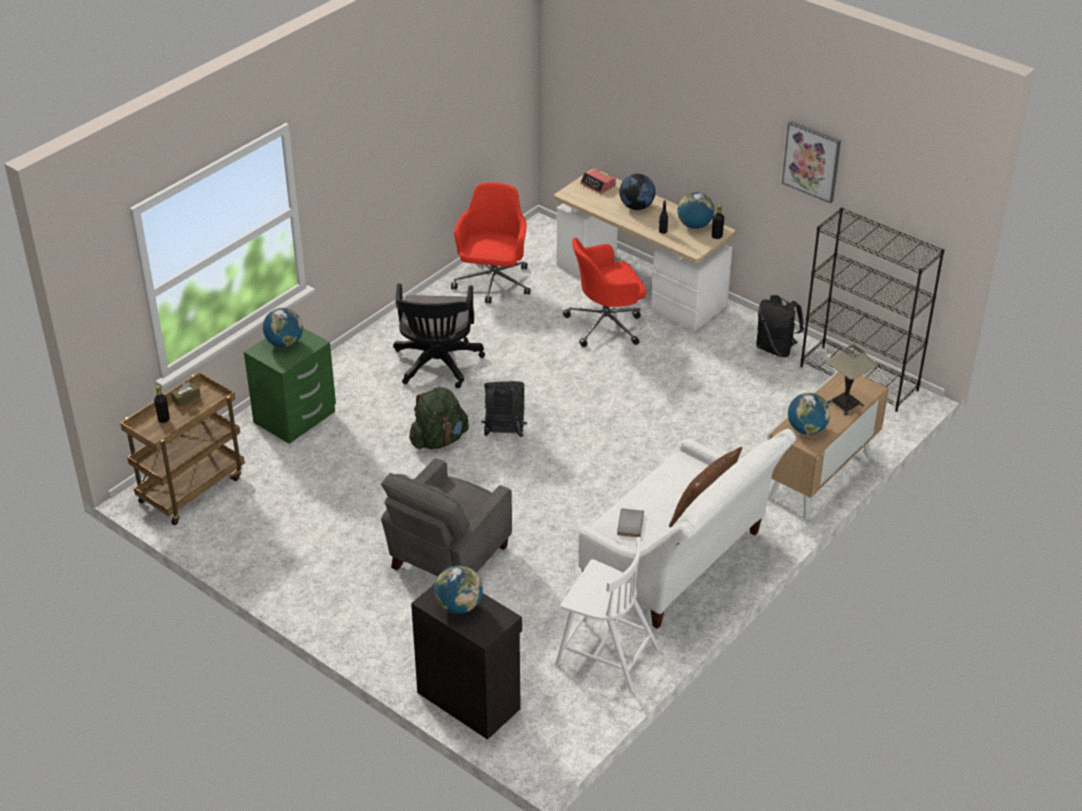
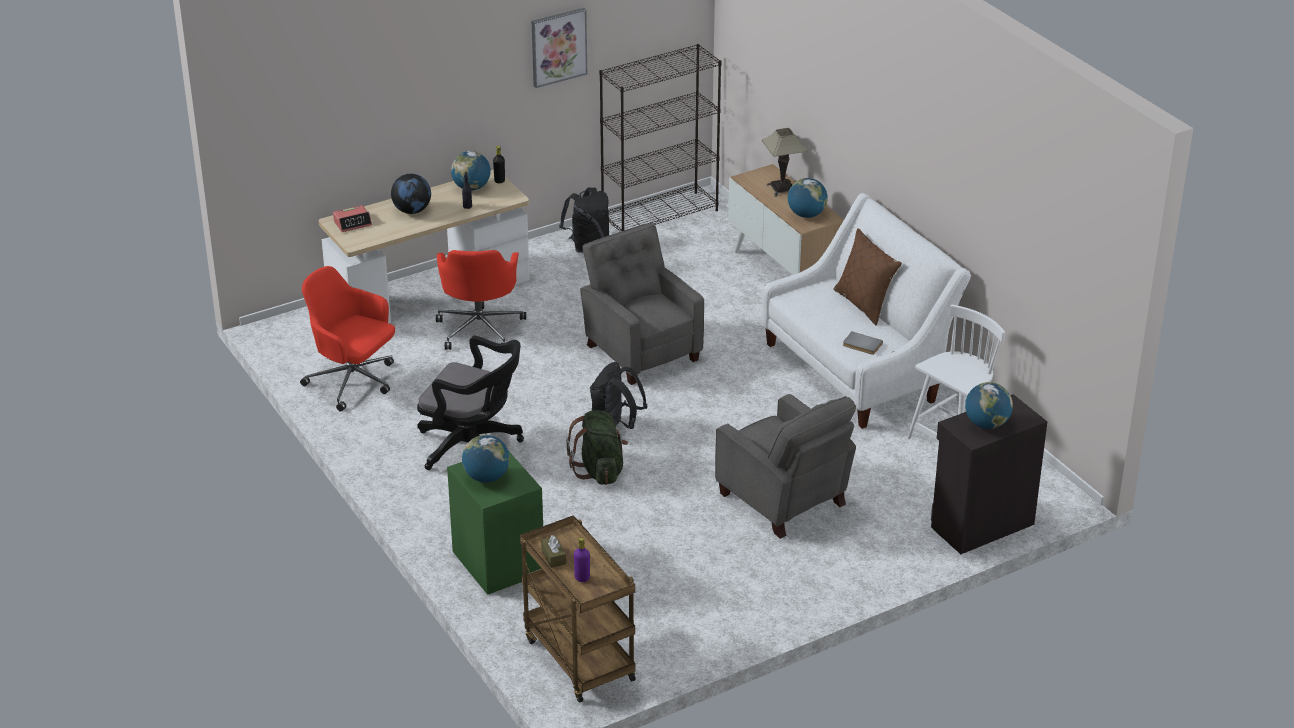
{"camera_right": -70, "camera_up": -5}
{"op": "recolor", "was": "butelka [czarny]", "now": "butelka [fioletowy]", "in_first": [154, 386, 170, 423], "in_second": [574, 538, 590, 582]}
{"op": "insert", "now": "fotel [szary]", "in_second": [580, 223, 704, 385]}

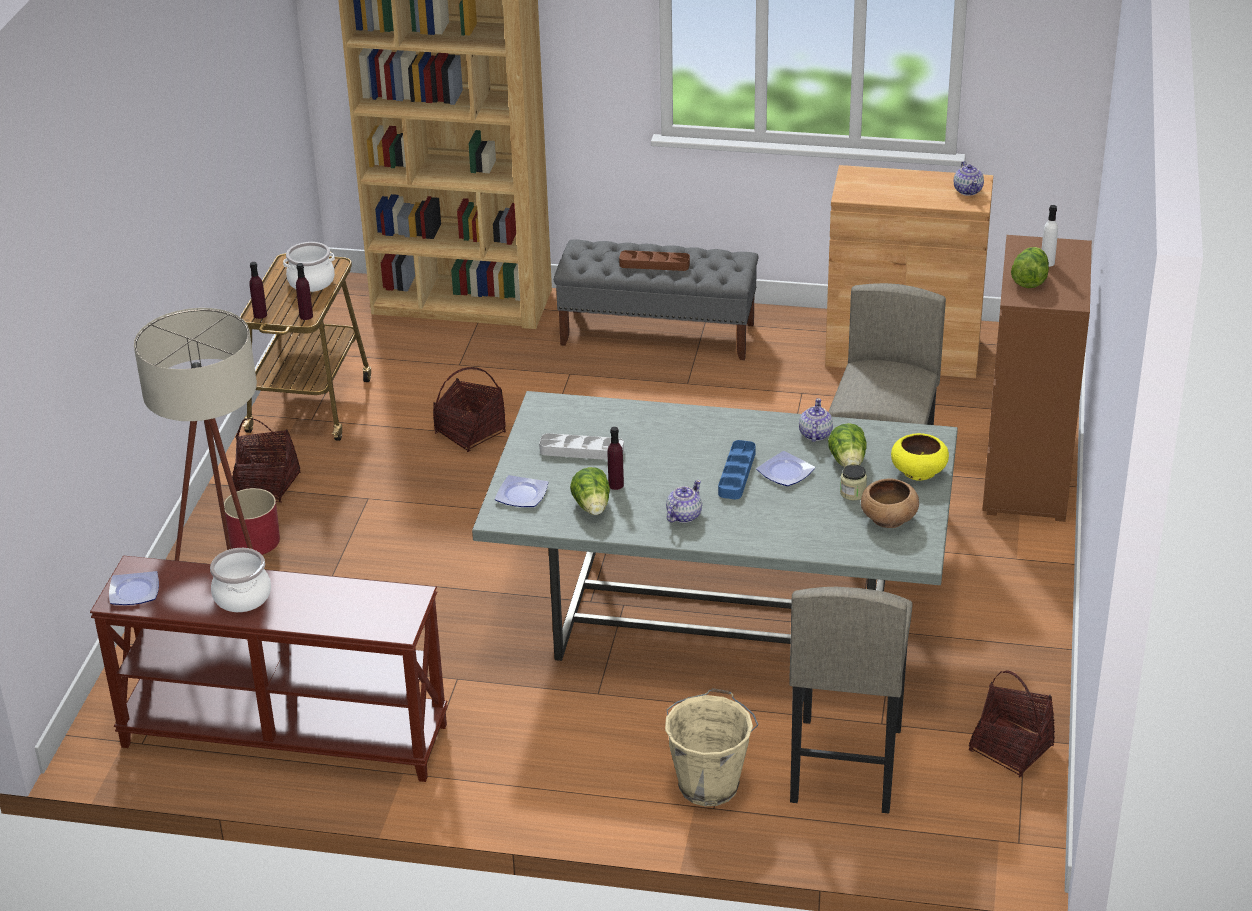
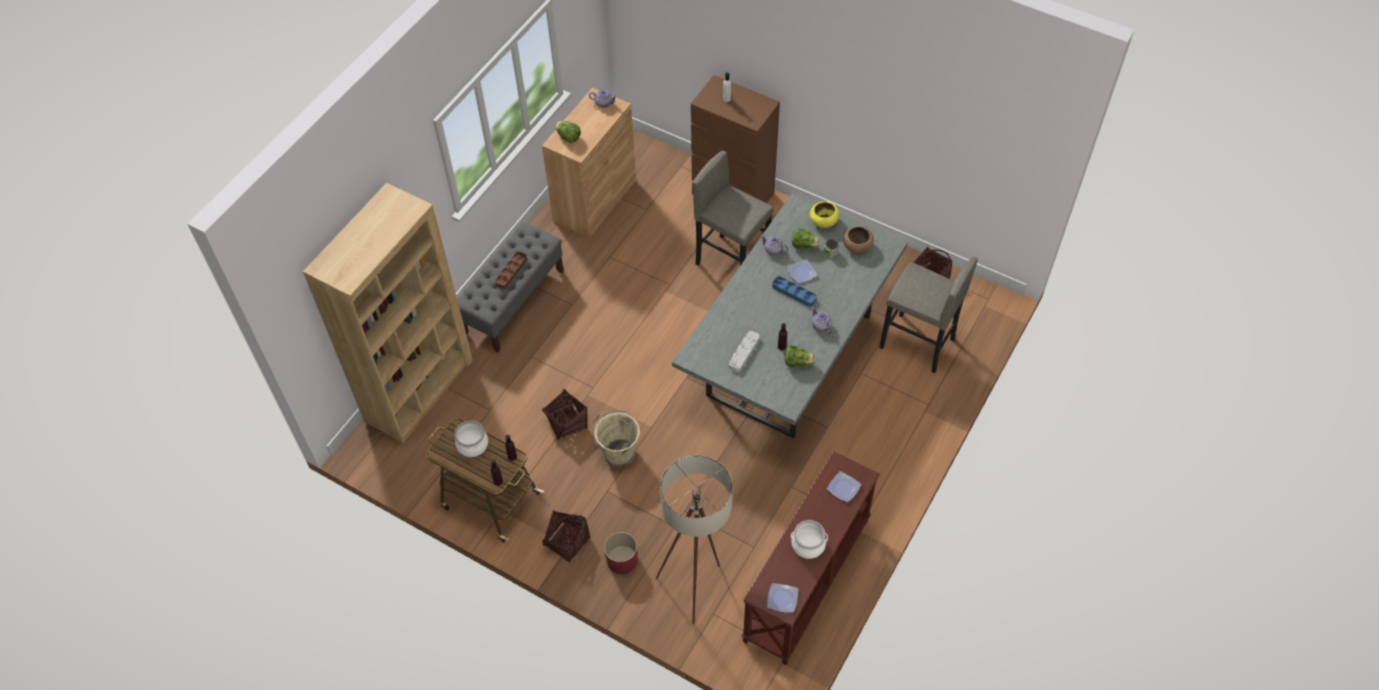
{"camera_right": -70, "camera_up": 20}
{"op": "move", "was": "sałata", "in_first": [1011, 247, 1049, 288], "in_second": [555, 121, 581, 143]}
{"op": "move", "was": "talerz", "in_first": [495, 475, 548, 507], "in_second": [827, 471, 861, 502]}
{"op": "move", "was": "wiadro [beżowy]", "in_first": [665, 688, 759, 806], "in_second": [592, 411, 640, 467]}

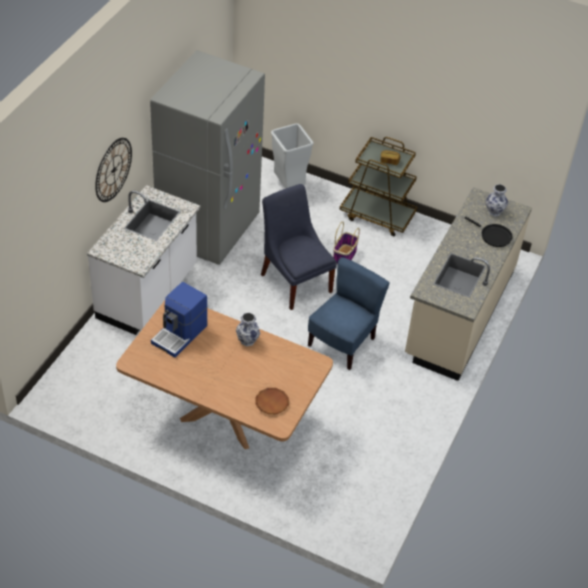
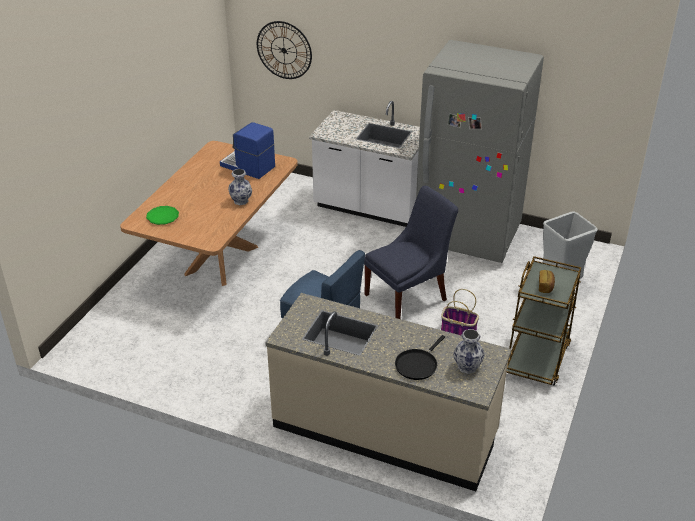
{"camera_right": 90, "camera_up": -10}
{"op": "move", "was": "zegar ścienny", "in_first": [95, 138, 132, 202], "in_second": [257, 21, 312, 79]}
{"op": "recolor", "was": "talerz [brązowy]", "now": "talerz [zielony]", "in_first": [256, 388, 289, 414], "in_second": [146, 206, 179, 225]}

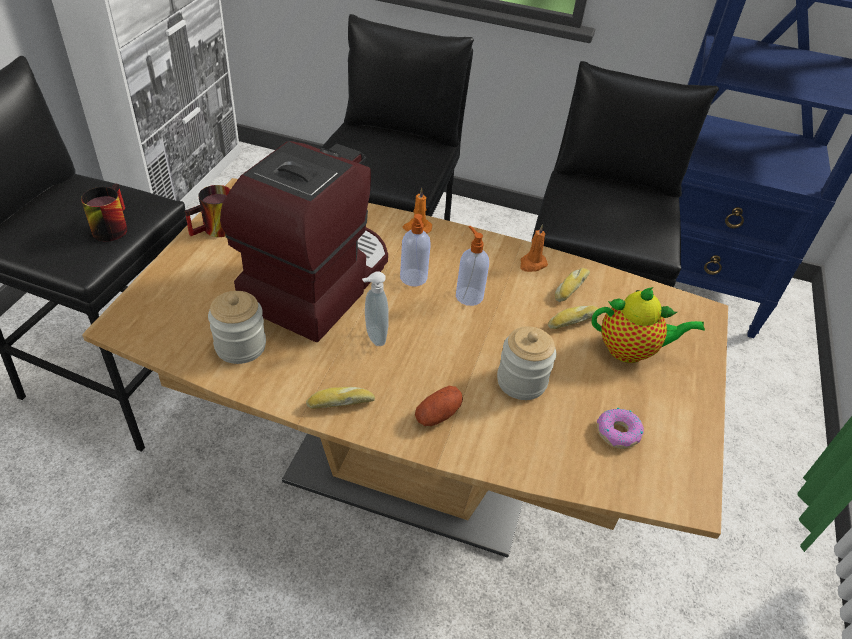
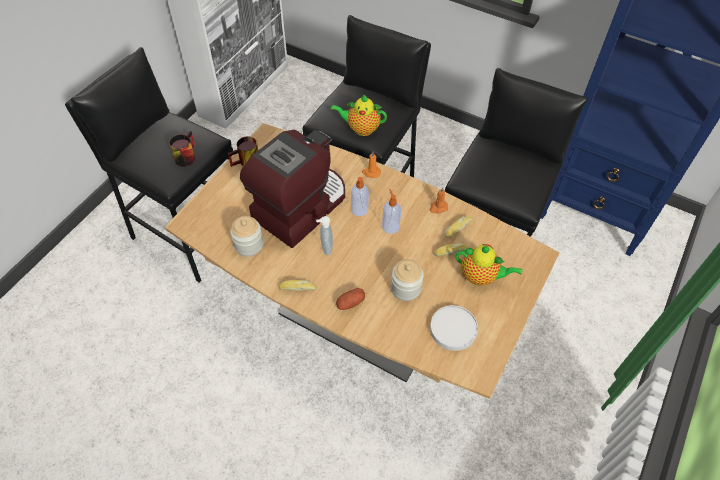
{"camera_right": 15, "camera_up": 10}
{"op": "replace", "was": "donut", "now": "talerz [biały]", "in_first": [597, 408, 644, 449], "in_second": [430, 305, 478, 351]}
{"op": "insert", "now": "imbryk", "in_second": [331, 95, 387, 136]}

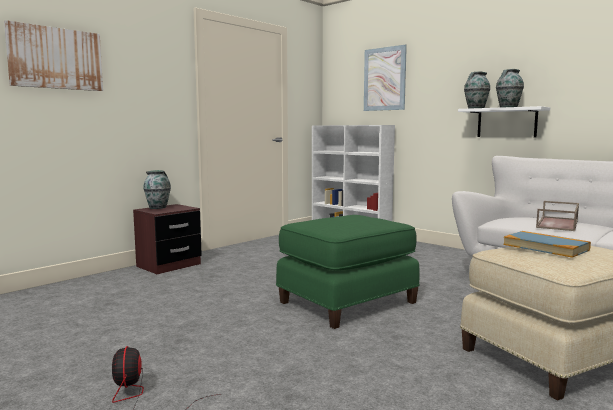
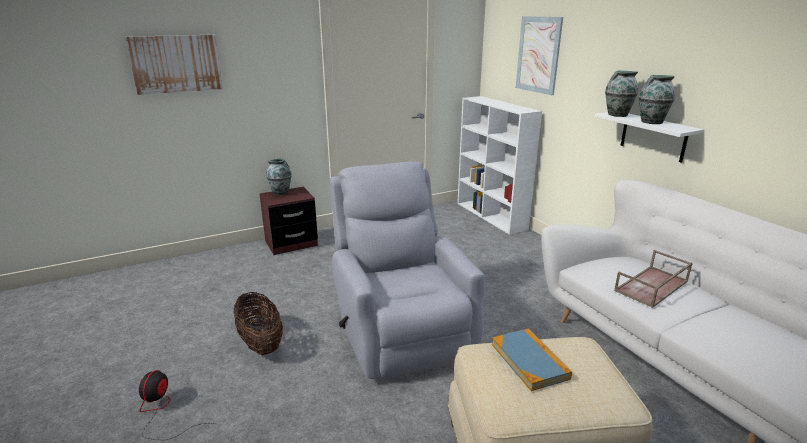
{"camera_right": 20, "camera_up": 15}
{"op": "replace", "was": "pufa [zielony]", "now": "fotel [szary]", "in_first": [276, 215, 420, 329], "in_second": [330, 161, 485, 379]}
{"op": "insert", "now": "koszyk", "in_second": [233, 292, 283, 355]}

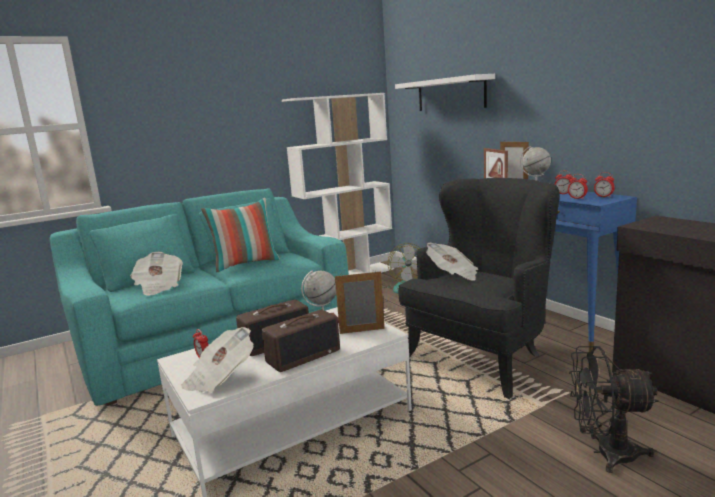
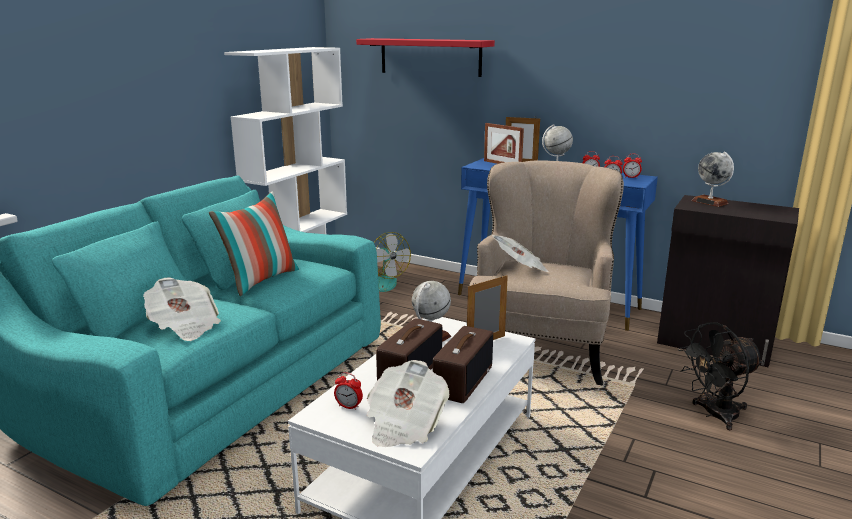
{"camera_right": -30, "camera_up": 5}
{"op": "recolor", "was": "półka [biały]", "now": "półka [czerwony]", "in_first": [395, 74, 495, 111], "in_second": [356, 38, 495, 77]}
{"op": "recolor", "was": "fotel [czarny]", "now": "fotel [beżowy]", "in_first": [398, 178, 560, 399], "in_second": [469, 160, 624, 386]}
{"op": "insert", "now": "globus", "in_second": [692, 152, 734, 207]}

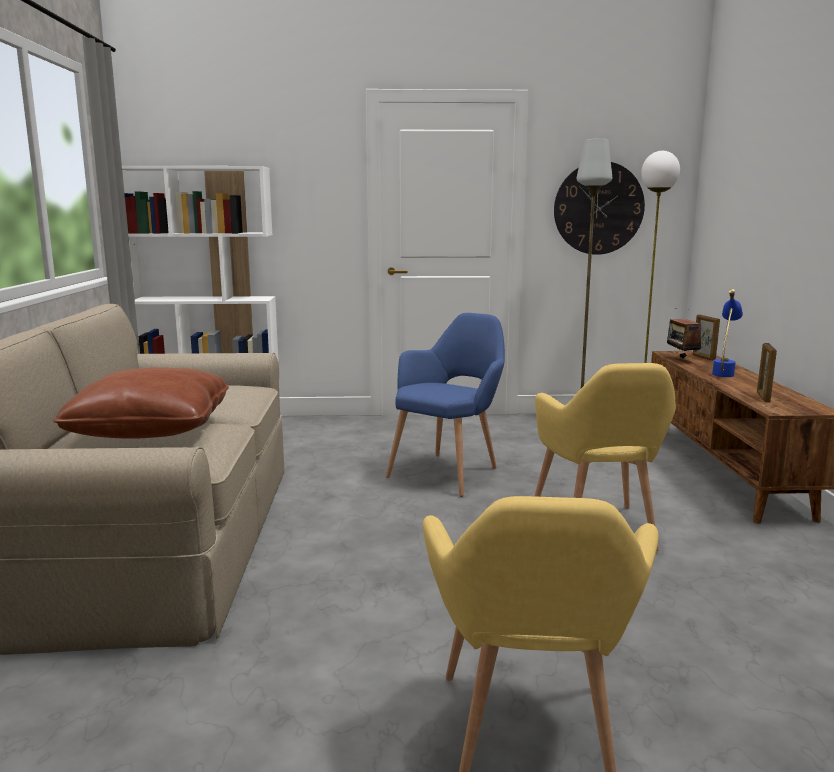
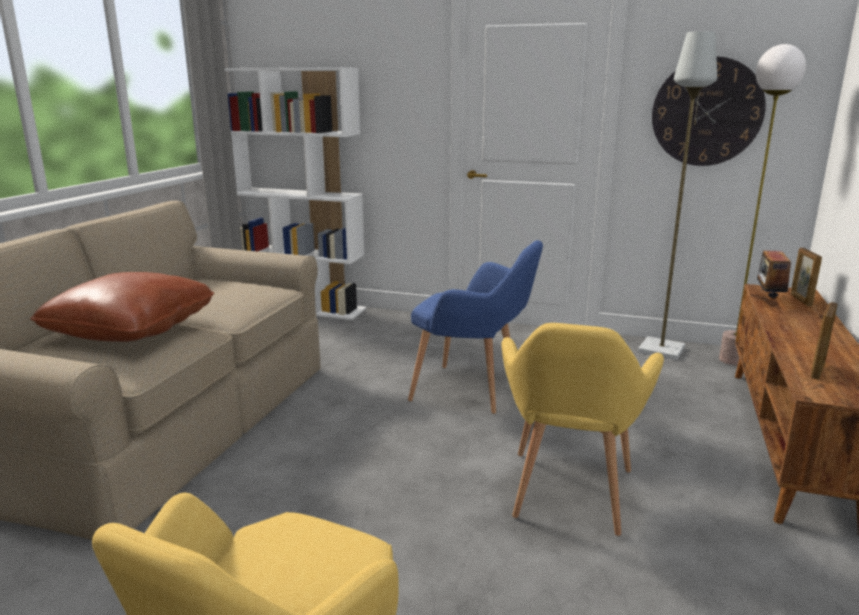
{"camera_right": 20, "camera_up": 5}
{"op": "delete", "was": "lampa stołowa [niebieski]", "in_first": [712, 289, 743, 377]}
{"op": "rotate", "was": "fotel [niebieski]", "in_first": [386, 313, 505, 497], "in_second": [408, 240, 543, 414], "clockwise": 60}

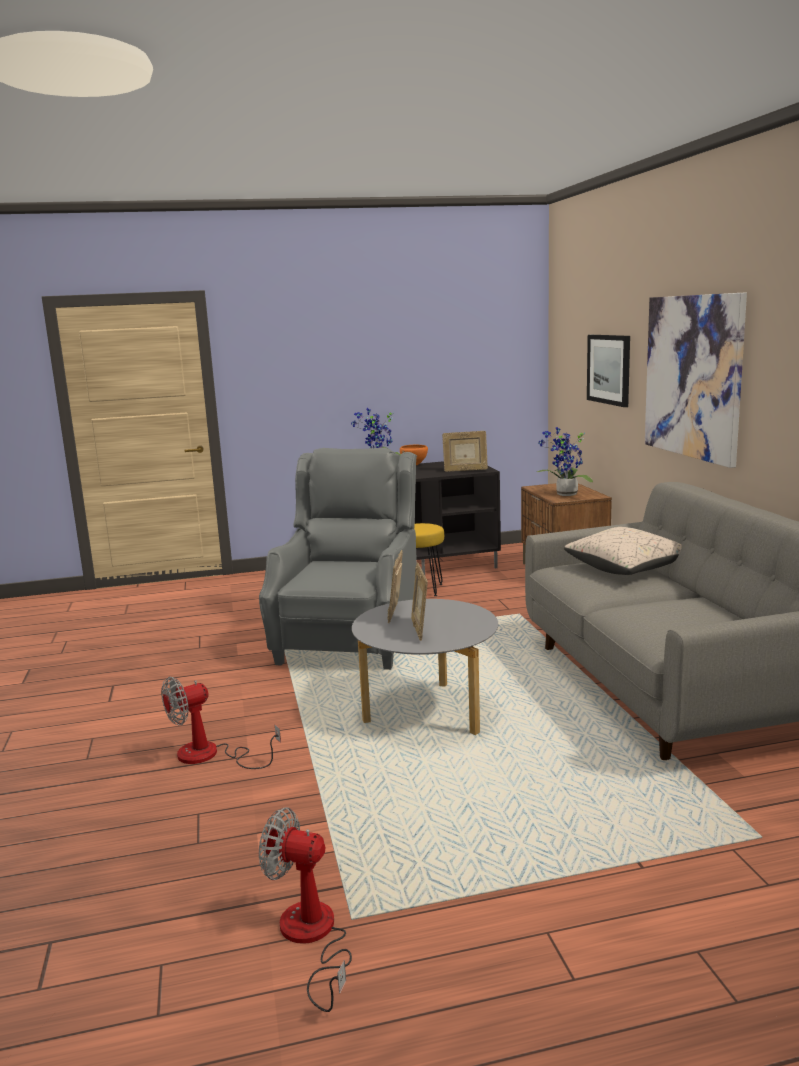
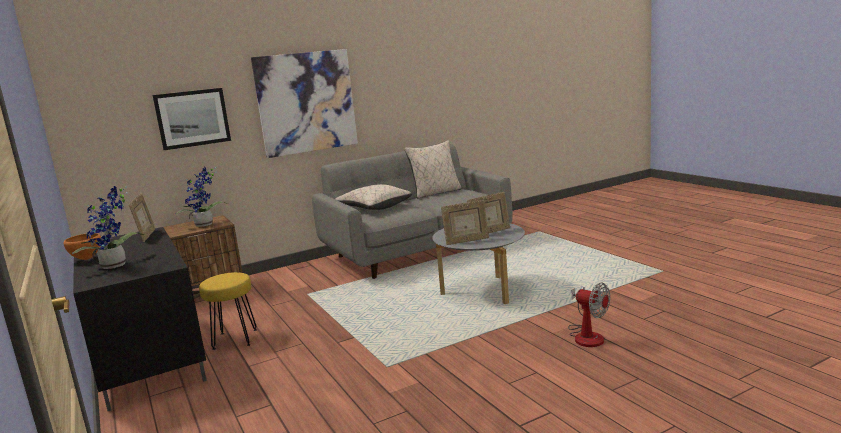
{"camera_right": -105, "camera_up": 0}
{"op": "delete", "was": "fotel [szary]", "in_first": [259, 448, 417, 670]}
{"op": "delete", "was": "wentylator", "in_first": [259, 807, 352, 1012]}
{"op": "insert", "now": "poduszka [beżowy]", "in_second": [404, 140, 462, 199]}

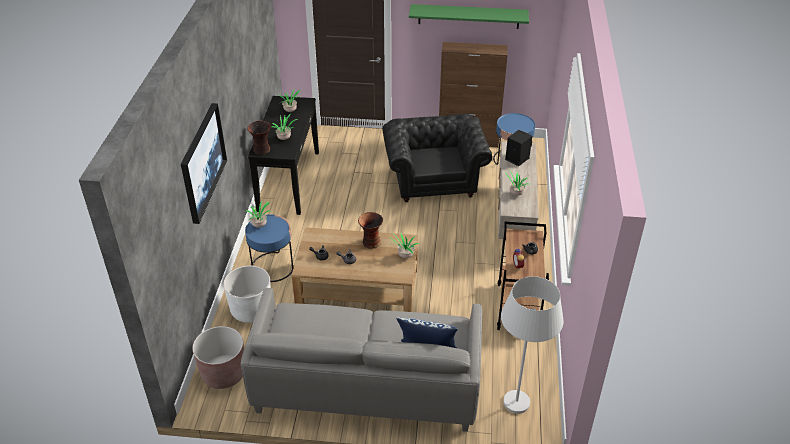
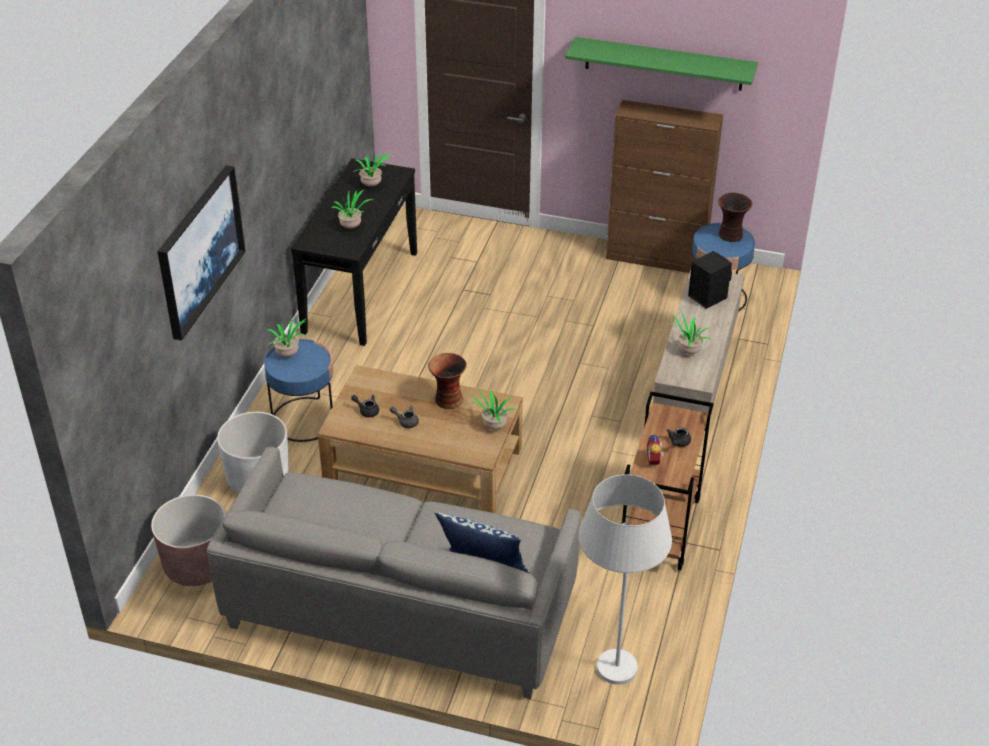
{"camera_right": 10, "camera_up": 0}
{"op": "delete", "was": "fotel [czarny]", "in_first": [382, 114, 492, 202]}
{"op": "move", "was": "wazon", "in_first": [247, 121, 271, 155], "in_second": [718, 192, 752, 242]}

